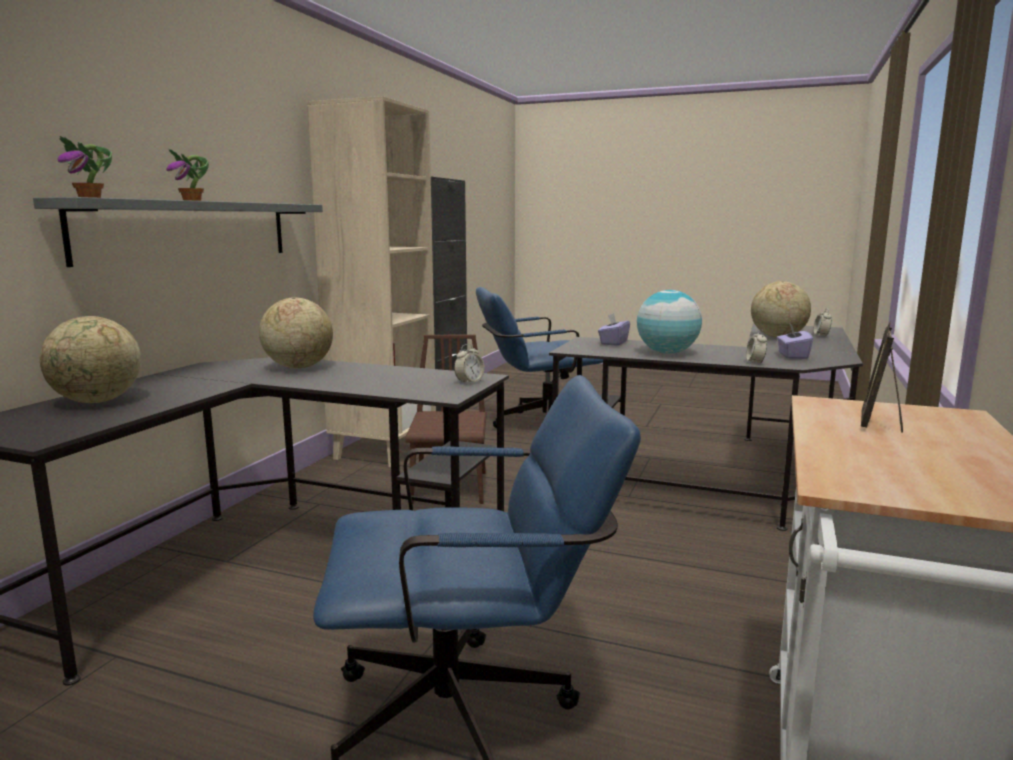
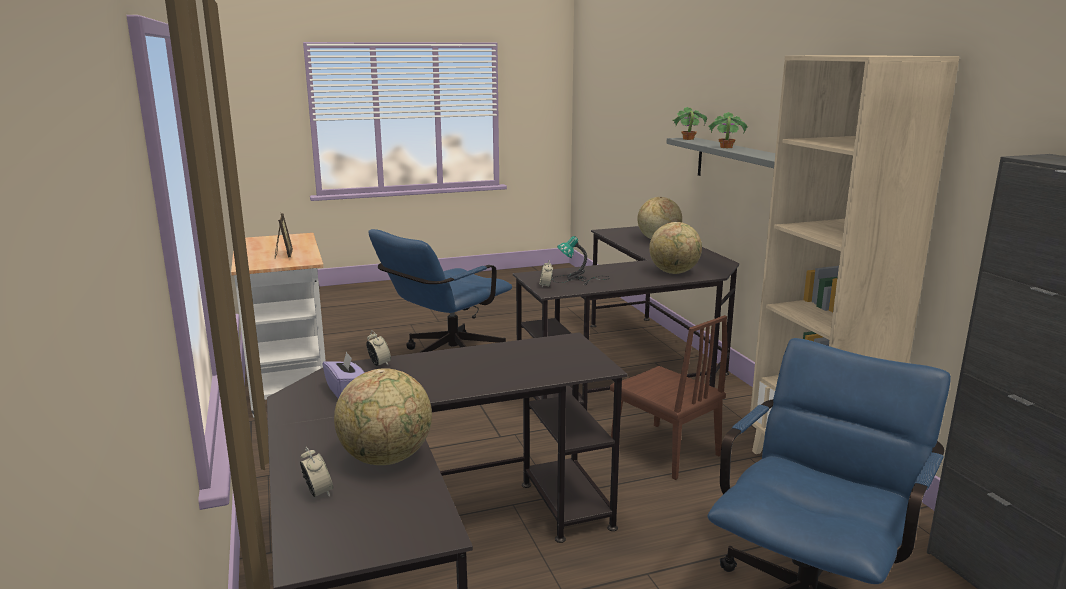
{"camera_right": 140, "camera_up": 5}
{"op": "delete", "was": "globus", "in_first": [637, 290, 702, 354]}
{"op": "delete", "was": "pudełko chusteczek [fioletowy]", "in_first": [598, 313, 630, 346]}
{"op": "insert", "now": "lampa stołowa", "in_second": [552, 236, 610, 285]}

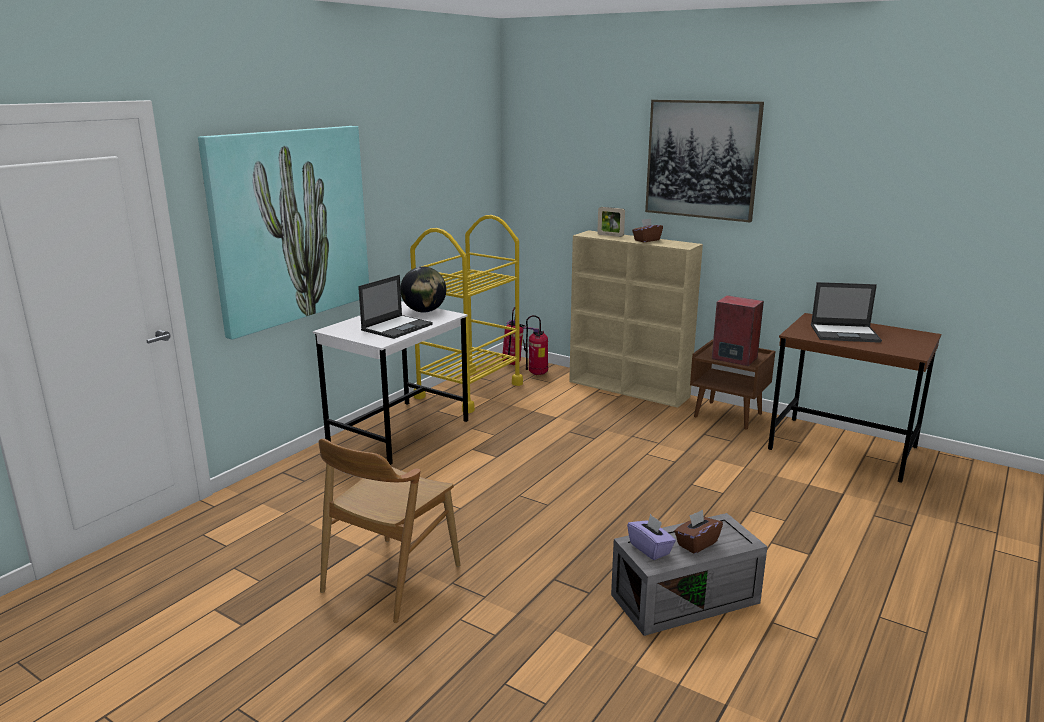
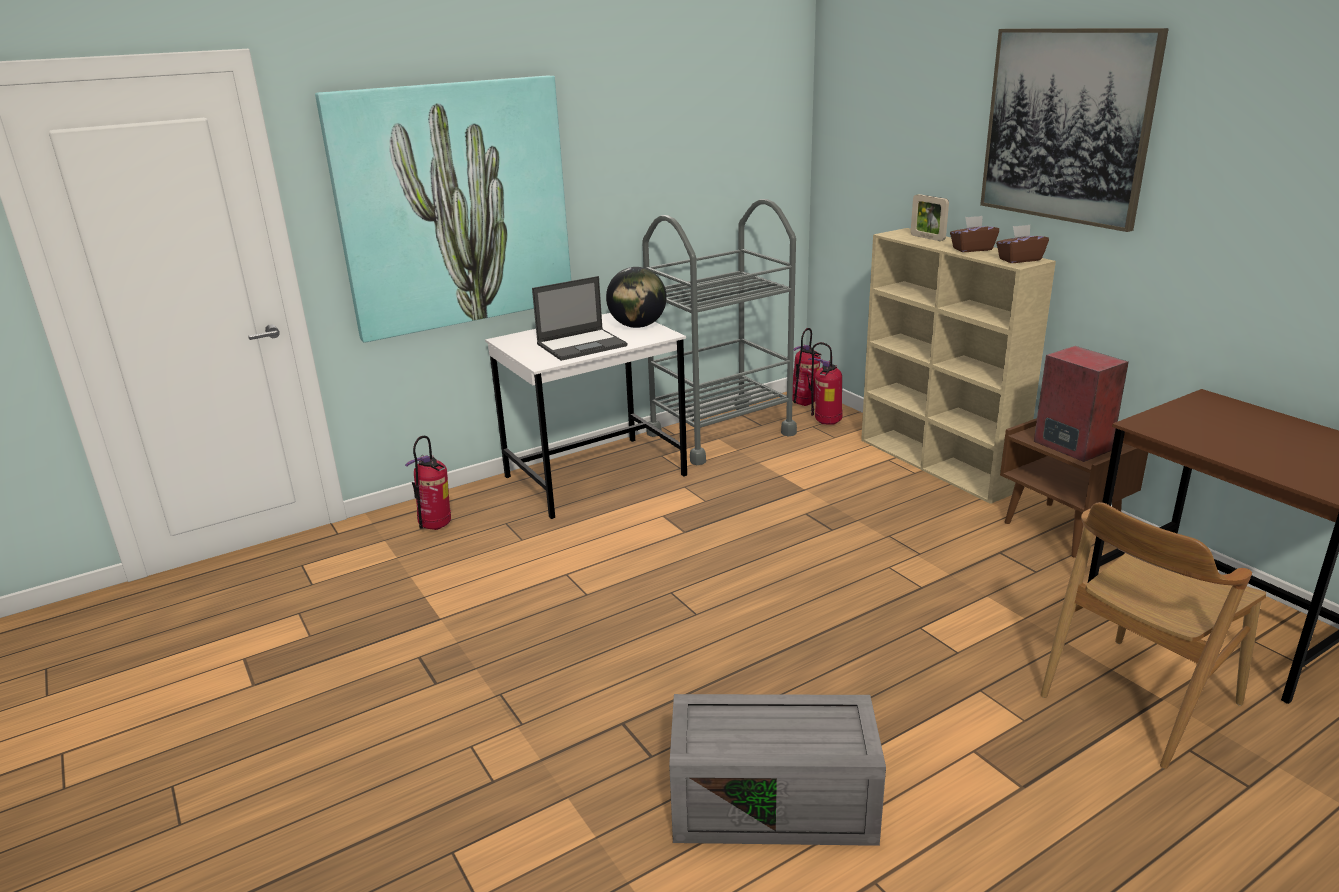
{"camera_right": 25, "camera_up": 5}
{"op": "recolor", "was": "wózek [żółty]", "now": "wózek [szary]", "in_first": [410, 215, 523, 413], "in_second": [642, 199, 797, 465]}
{"op": "delete", "was": "laptop", "in_first": [811, 282, 882, 343]}
{"op": "move", "was": "krzesło [brązowy]", "in_first": [319, 439, 460, 623], "in_second": [1041, 502, 1266, 769]}
{"op": "move", "was": "pudełko chusteczek [brązowy]", "in_first": [674, 510, 723, 554], "in_second": [996, 225, 1049, 263]}
{"op": "delete", "was": "pudełko chusteczek [fioletowy]", "in_first": [627, 514, 676, 560]}
{"op": "insert", "now": "gaśnica", "in_second": [405, 436, 451, 530]}

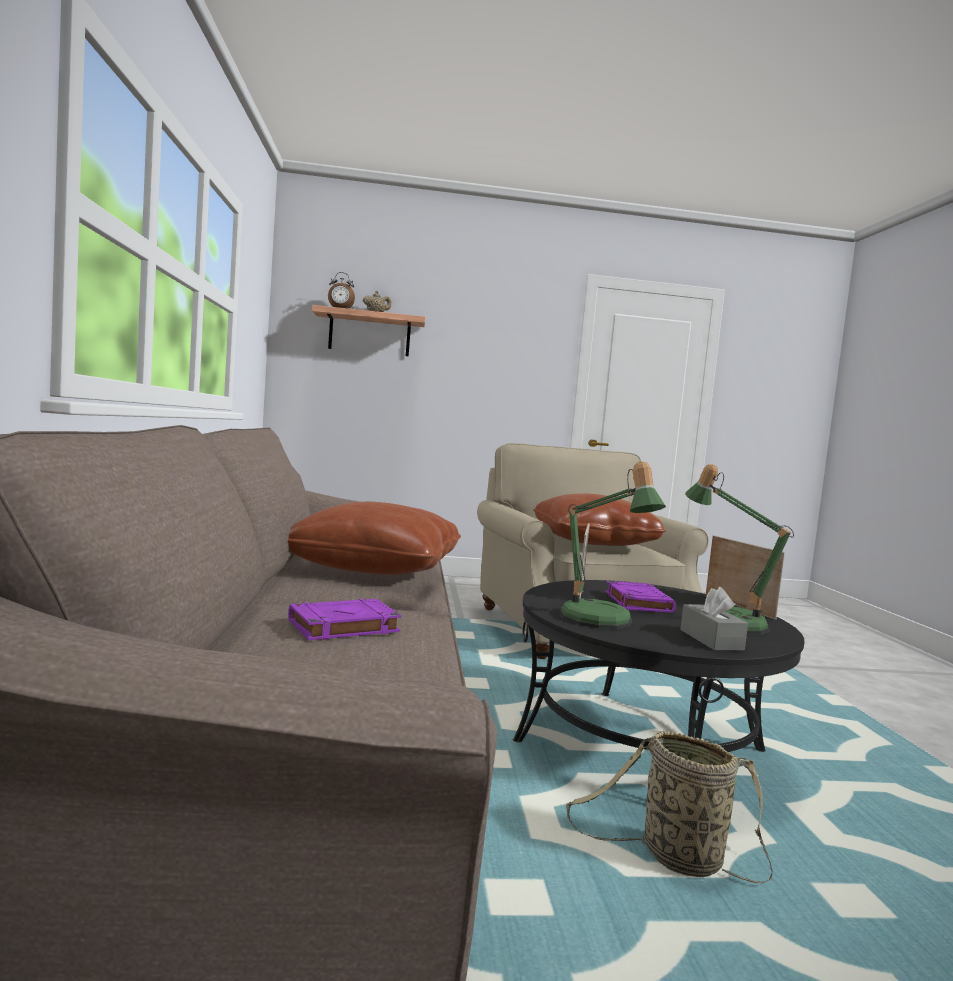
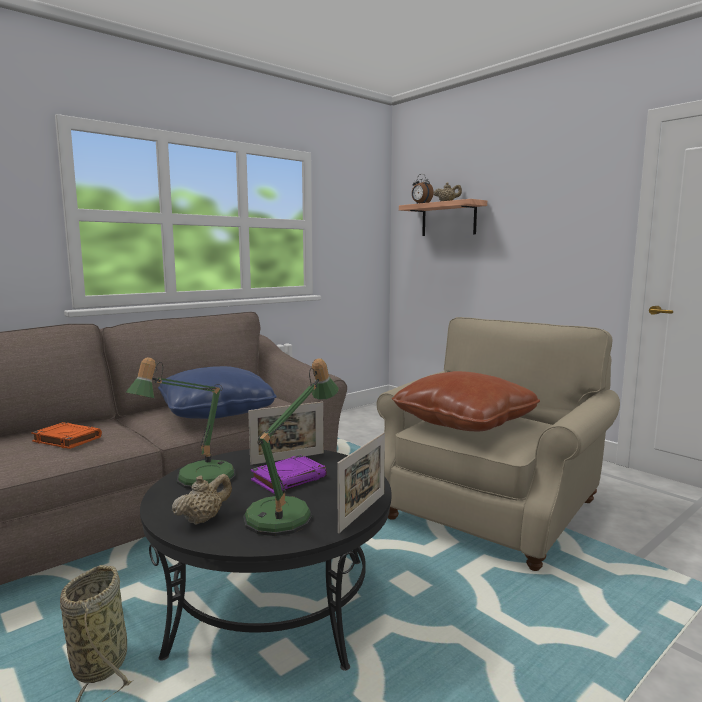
{"camera_right": 55, "camera_up": 5}
{"op": "recolor", "was": "poduszka [brązowy]", "now": "poduszka [niebieski]", "in_first": [288, 502, 461, 575], "in_second": [158, 366, 277, 419]}
{"op": "replace", "was": "pudełko chusteczek [szary]", "now": "imbryk [beżowy]", "in_first": [680, 587, 748, 651], "in_second": [172, 474, 232, 525]}
{"op": "recolor", "was": "książka [fioletowy]", "now": "książka [pomarańczowy]", "in_first": [288, 599, 401, 640], "in_second": [31, 422, 102, 449]}

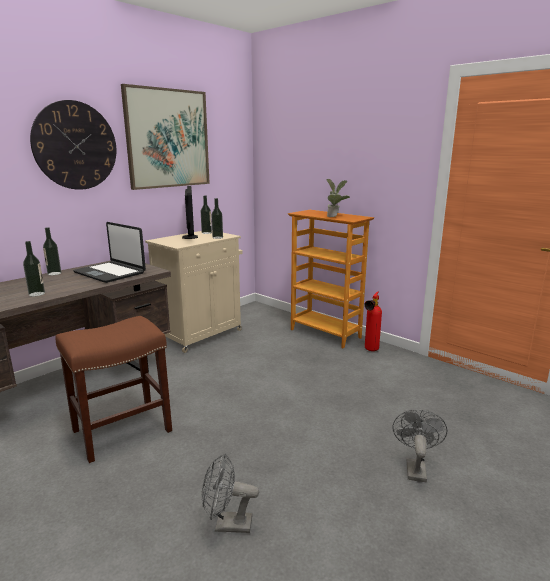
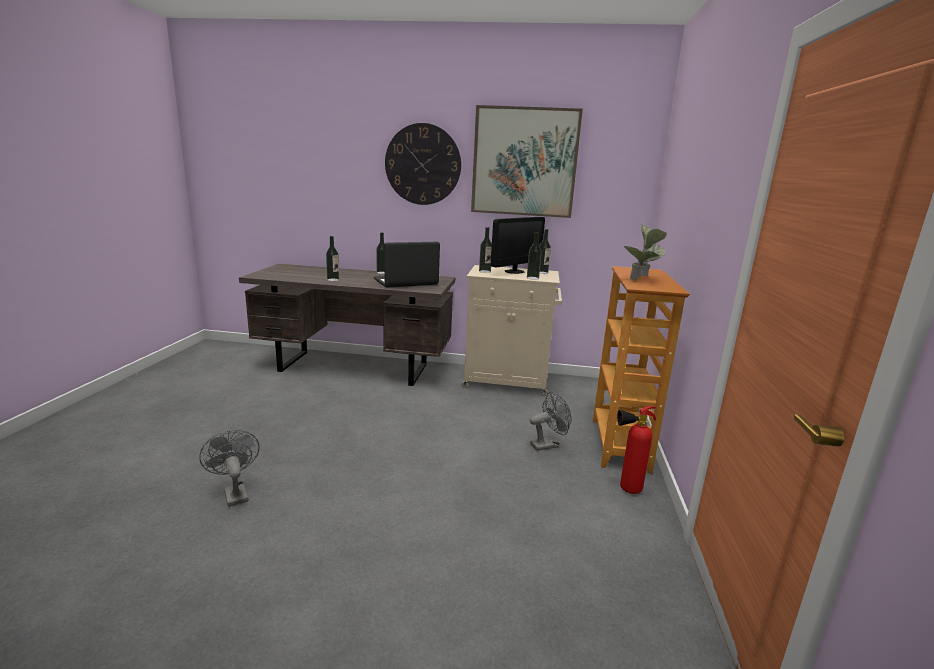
{"camera_right": 55, "camera_up": 0}
{"op": "rotate", "was": "laptop", "in_first": [73, 222, 146, 283], "in_second": [374, 242, 440, 288], "clockwise": 60}
{"op": "delete", "was": "stołek [brązowy]", "in_first": [56, 316, 172, 463]}
{"op": "move", "was": "wentylator [szary]", "in_first": [393, 409, 447, 482], "in_second": [530, 392, 571, 451]}
{"op": "insert", "now": "butelka", "in_second": [479, 227, 492, 273]}

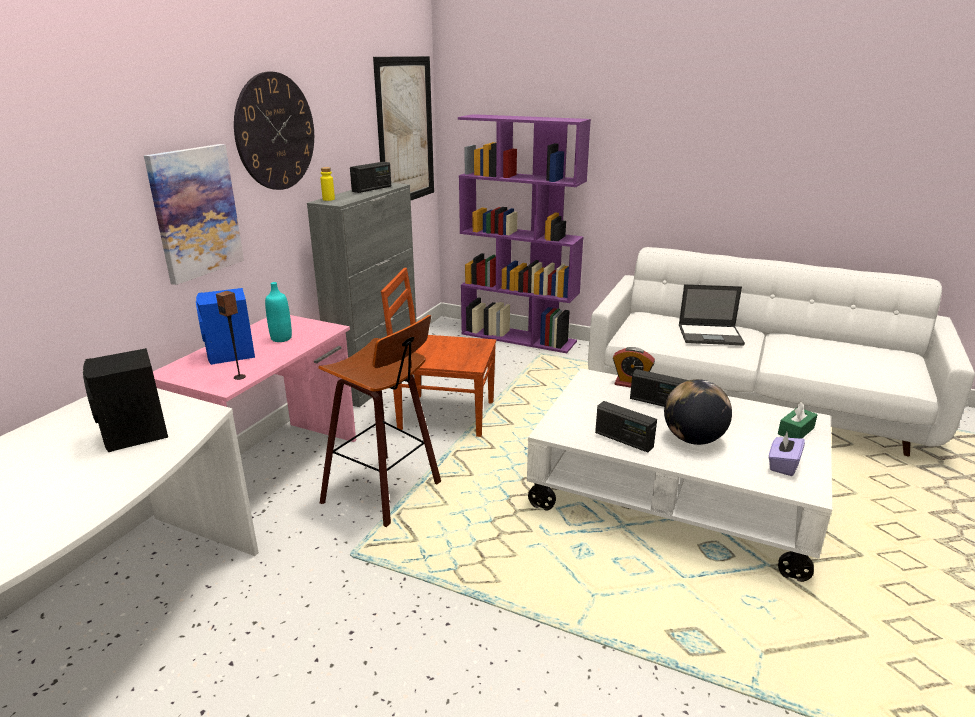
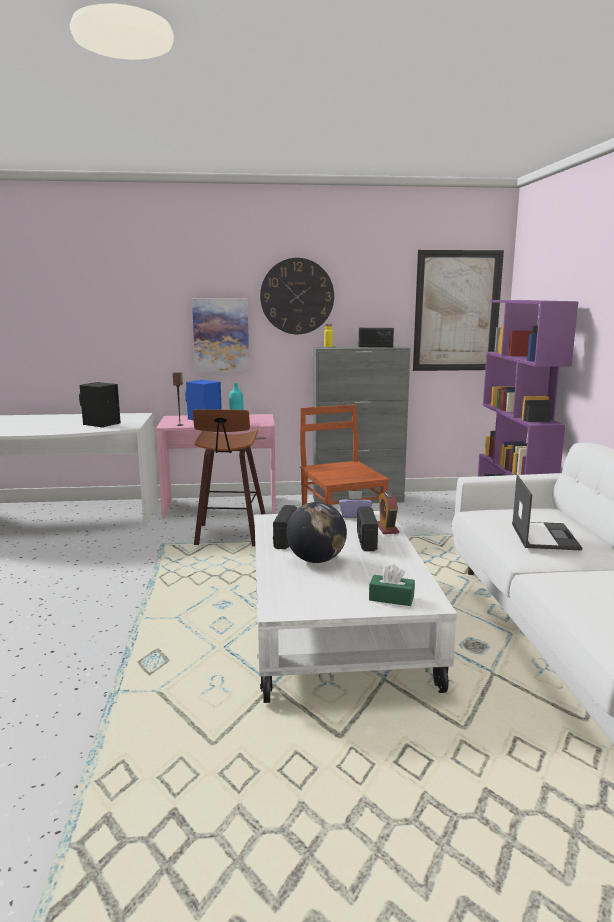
{"camera_right": 60, "camera_up": -10}
{"op": "rotate", "was": "laptop", "in_first": [679, 284, 745, 346], "in_second": [512, 475, 582, 551], "clockwise": -150}
{"op": "move", "was": "pudełko chusteczek [fioletowy]", "in_first": [769, 432, 805, 476], "in_second": [339, 491, 372, 518]}

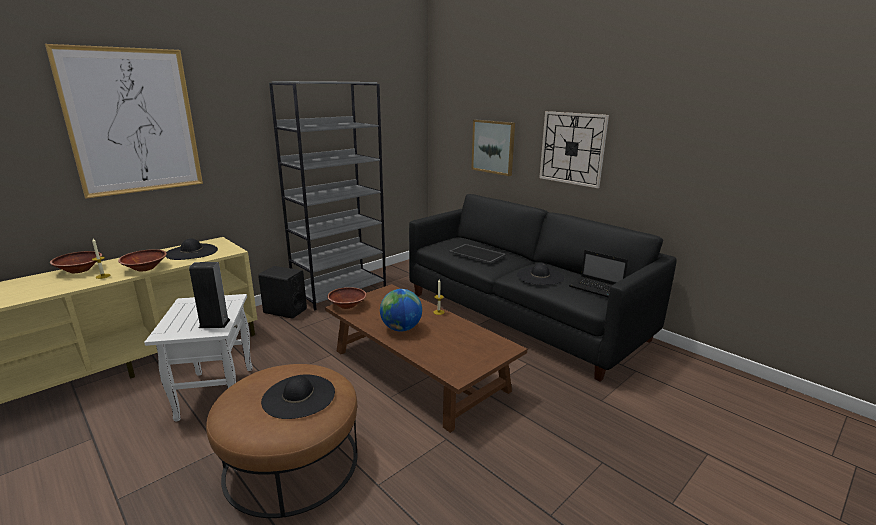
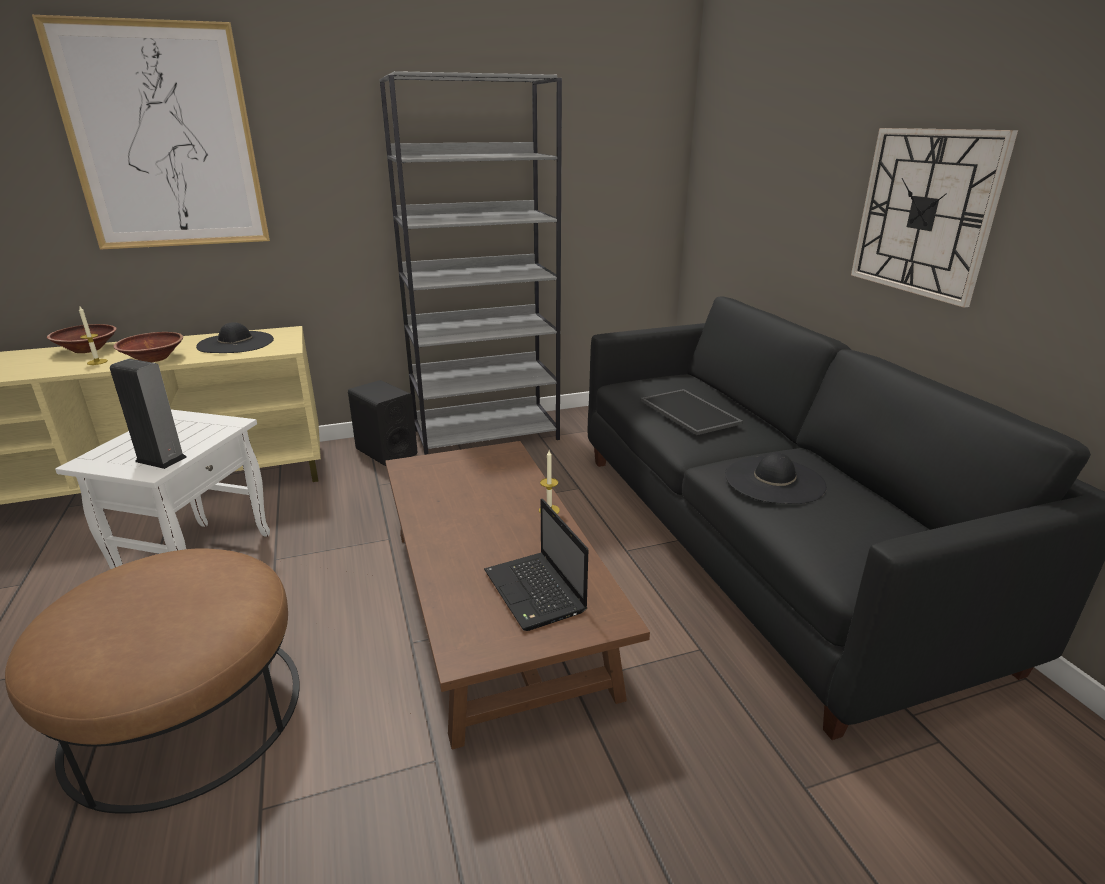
{"camera_right": 25, "camera_up": 5}
{"op": "delete", "was": "obraz", "in_first": [471, 119, 515, 176]}
{"op": "move", "was": "laptop", "in_first": [569, 250, 628, 298], "in_second": [484, 499, 588, 631]}
{"op": "delete", "was": "miska [brązowy]", "in_first": [327, 287, 366, 309]}
{"op": "delete", "was": "globus", "in_first": [380, 289, 422, 331]}
{"op": "delete", "was": "kapelusz [czarny]", "in_first": [261, 375, 335, 419]}

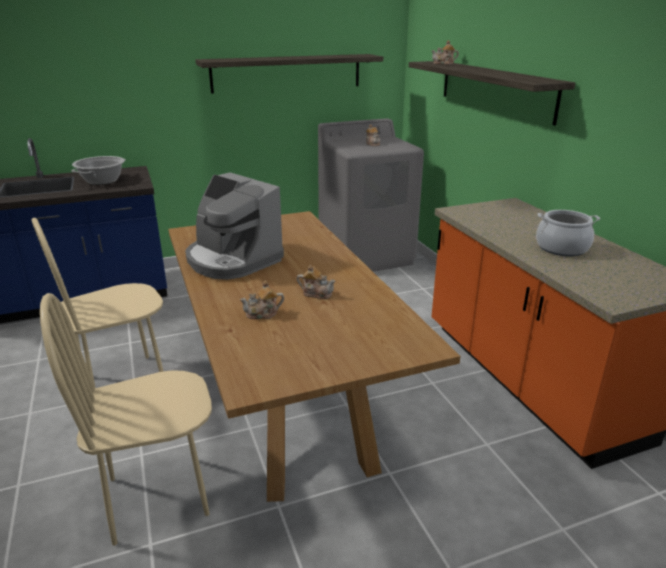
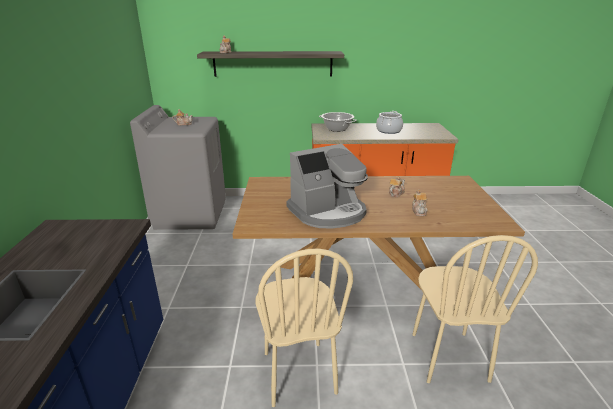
{"camera_right": -70, "camera_up": 0}
{"op": "delete", "was": "półka", "in_first": [195, 54, 383, 94]}
{"op": "move", "was": "garnek", "in_first": [71, 156, 126, 185], "in_second": [319, 112, 357, 132]}

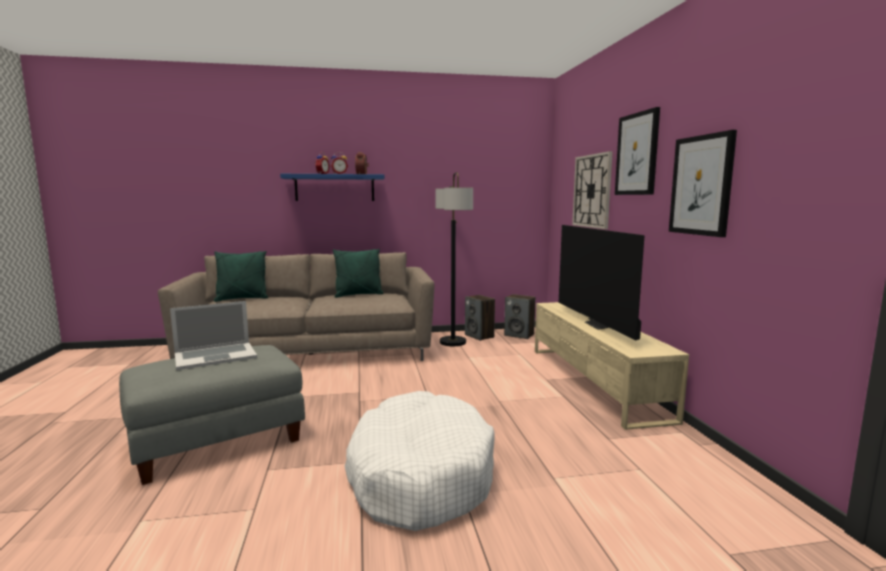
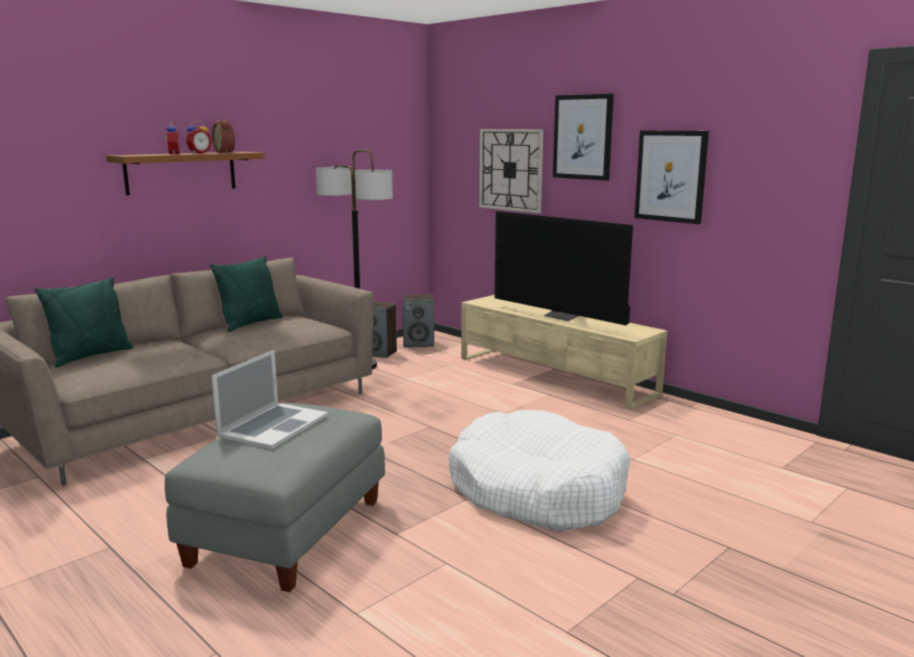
{"camera_right": -35, "camera_up": 5}
{"op": "recolor", "was": "półka [niebieski]", "now": "półka [brązowy]", "in_first": [280, 174, 385, 201], "in_second": [106, 152, 264, 195]}

